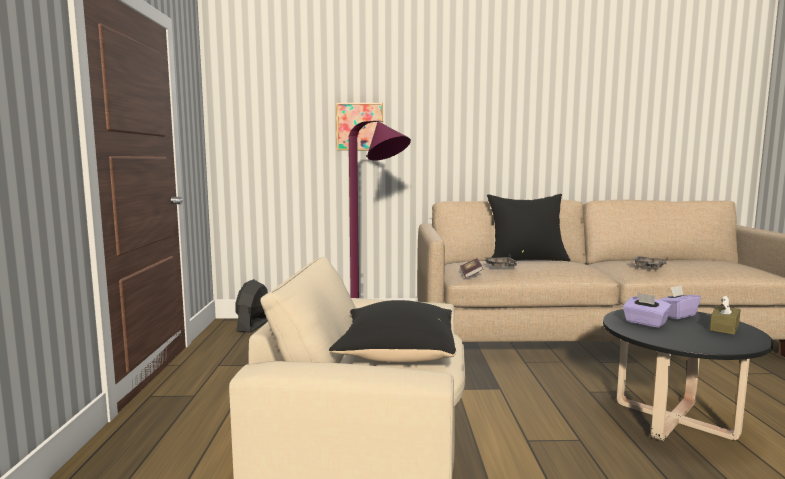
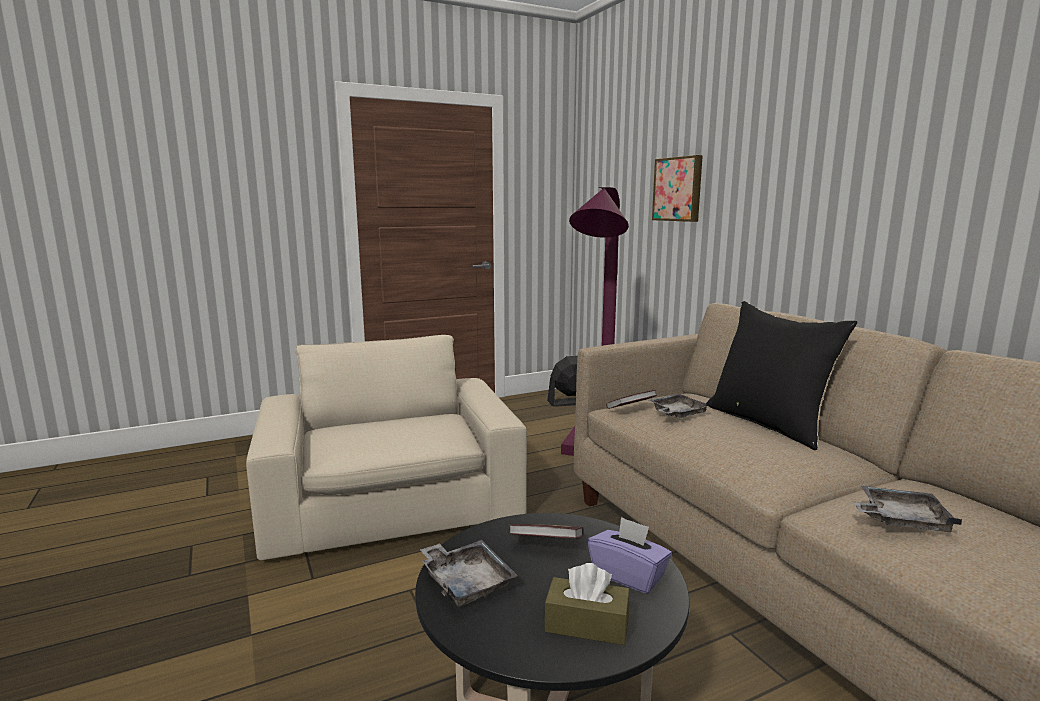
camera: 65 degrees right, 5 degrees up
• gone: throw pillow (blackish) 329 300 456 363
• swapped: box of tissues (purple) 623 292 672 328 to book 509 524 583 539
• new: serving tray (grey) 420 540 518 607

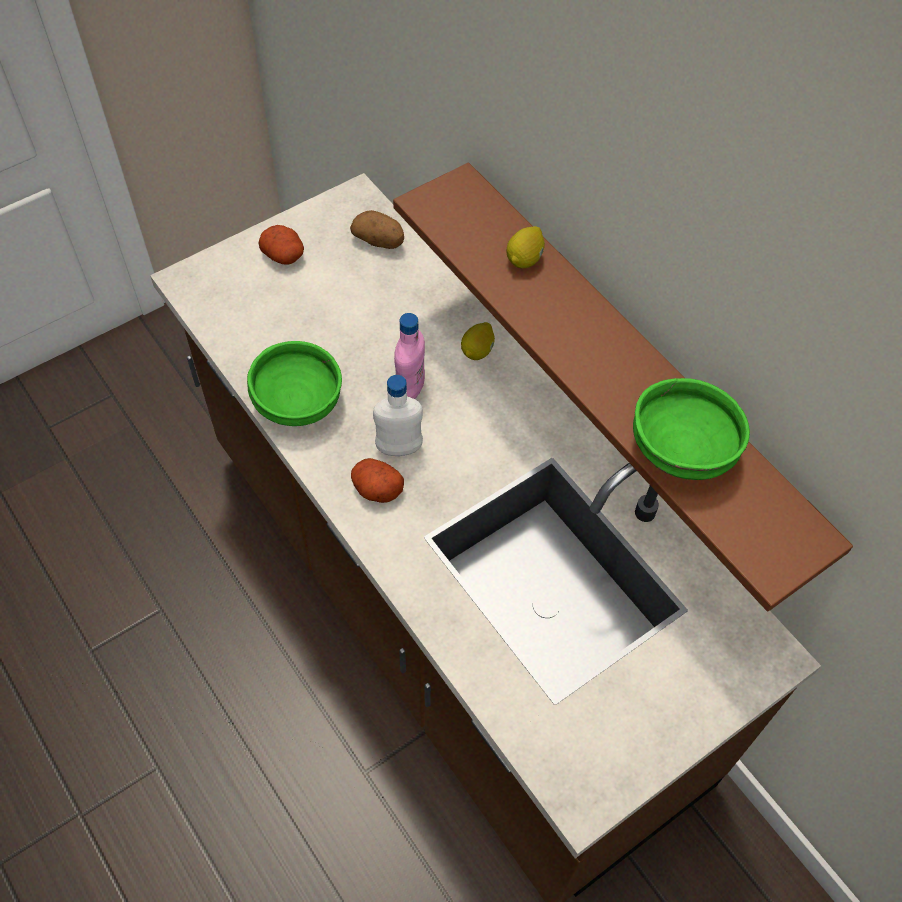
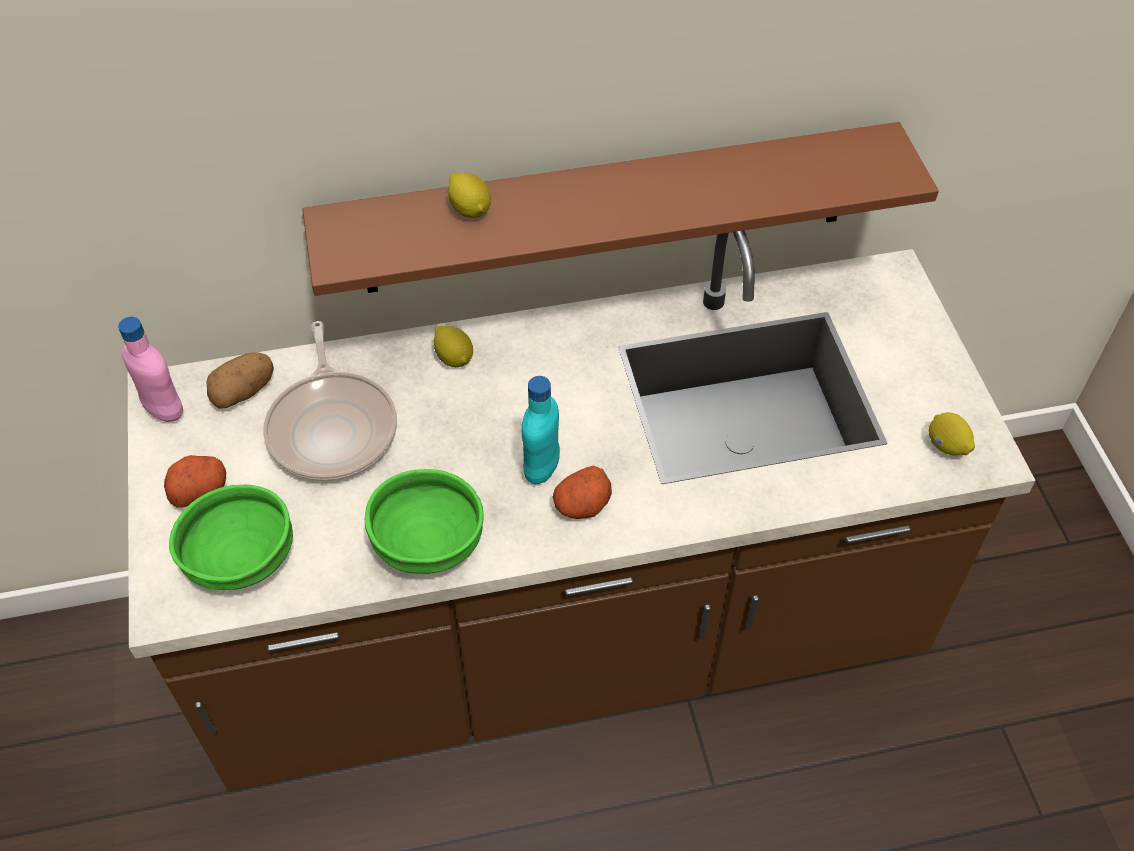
camera: 65 degrees left, 5 degrees down
• repainted: drink bottle (white-coloured) 373 375 423 456 to drink bottle (blue-green) 522 376 560 484
• shifted: drink bottle (pinkish) 394 313 425 399 to 118 317 183 422
• shifted: bowl (green) 633 378 750 480 to 169 484 293 590
• new: skillet 263 321 397 482
• new: lemon 929 412 975 455

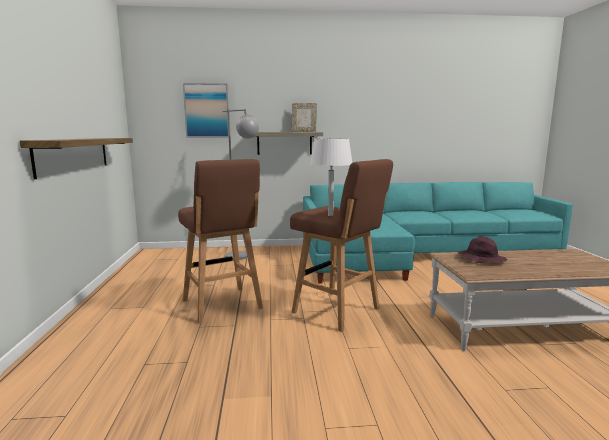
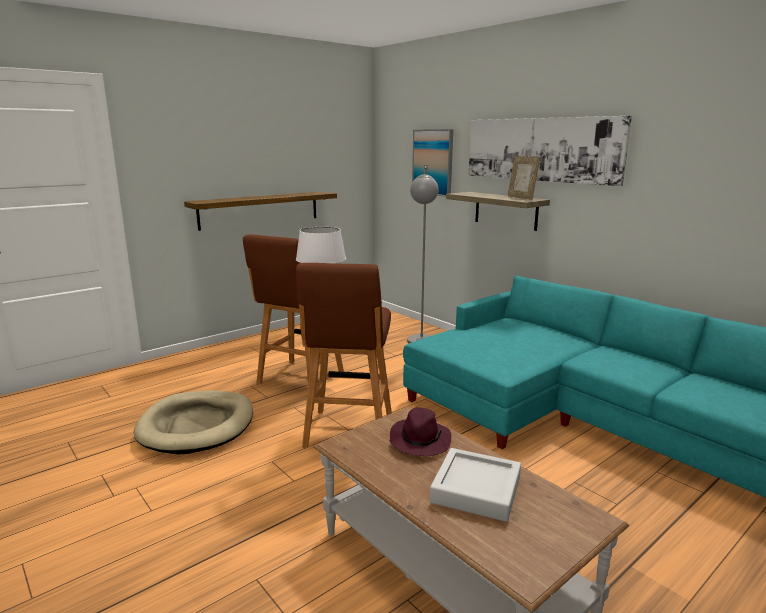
camera: 55 degrees right, 5 degrees up
• new: dog bed (beige-coloured) 134 390 253 454
• new: serving tray (grey) 430 448 521 522
• new: wall picture 469 116 632 186

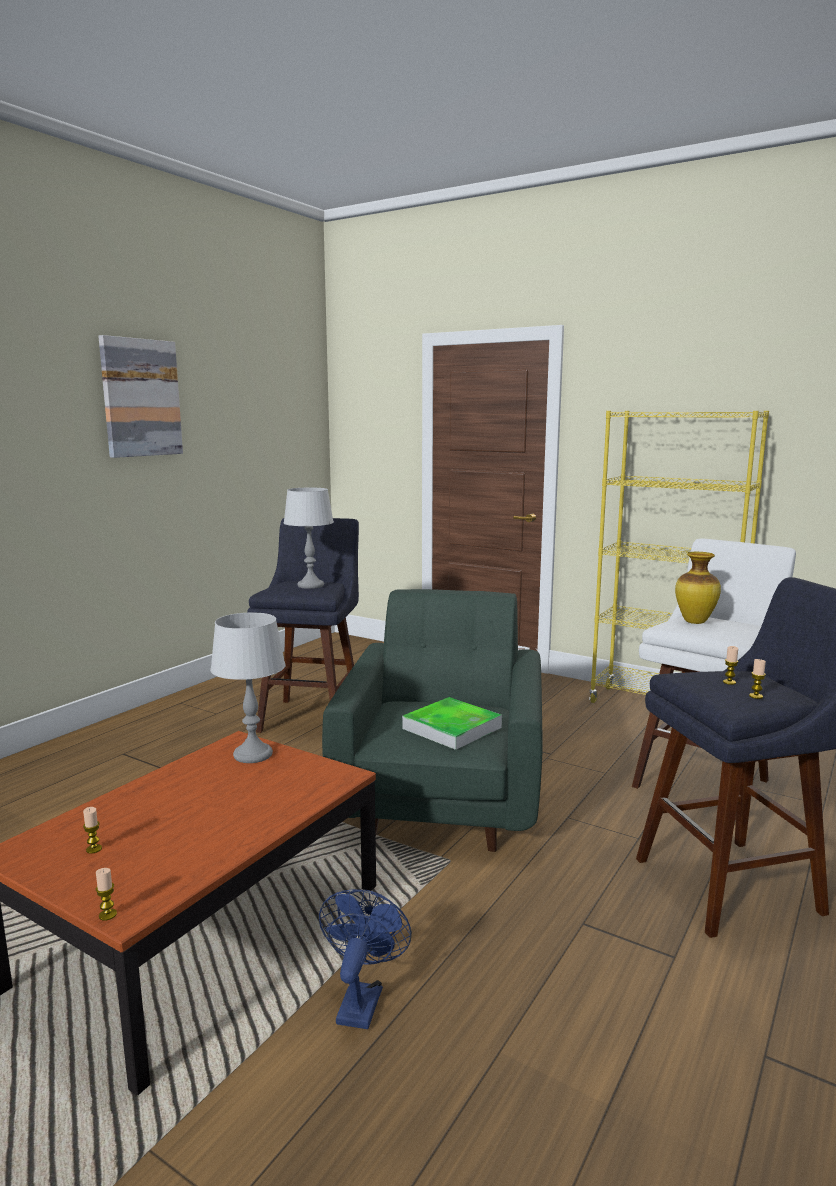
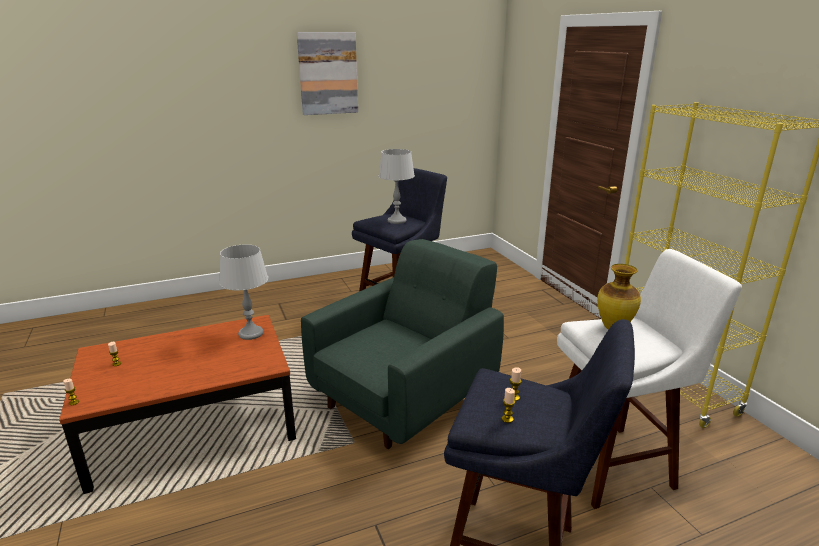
camera: 35 degrees right, 10 degrees up
• gone: fan (bluish) 319 889 412 1029
• gone: serving tray 402 697 502 750

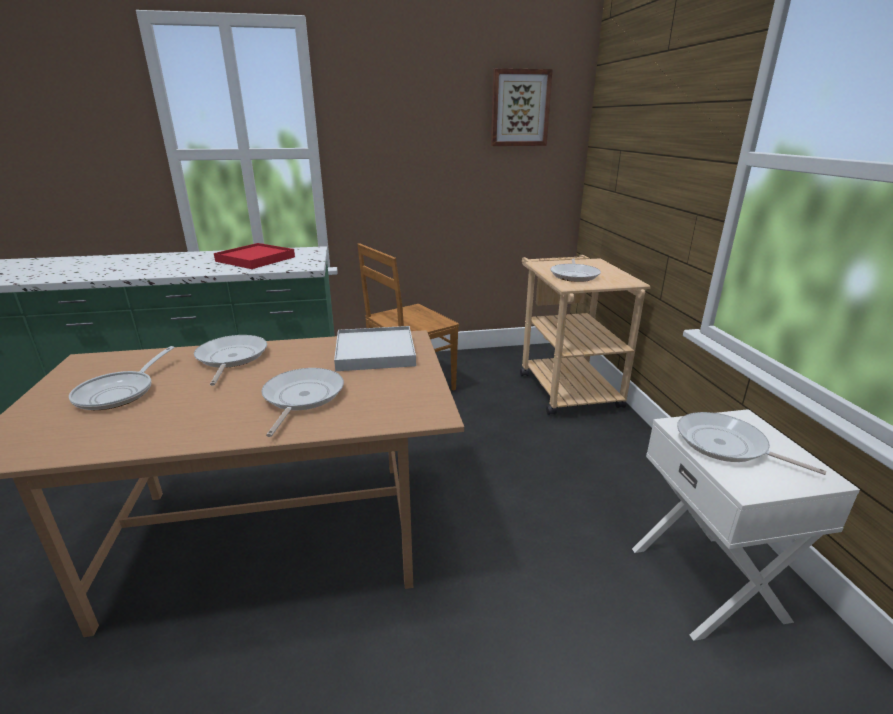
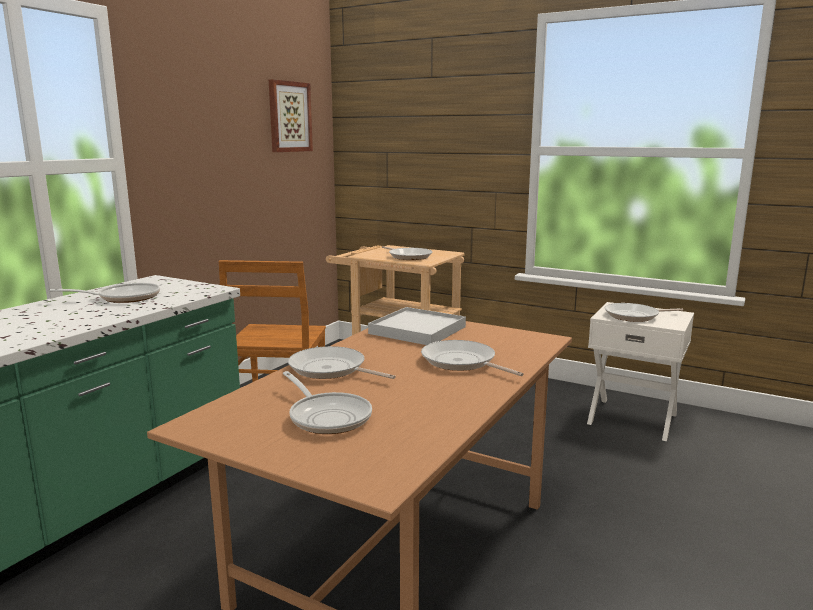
camera: 50 degrees left, 10 degrees down
• swapped: serving tray (red) 214 243 295 269 to skillet 50 283 160 303

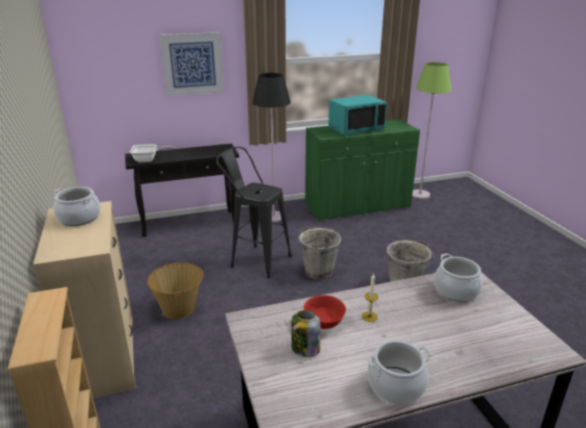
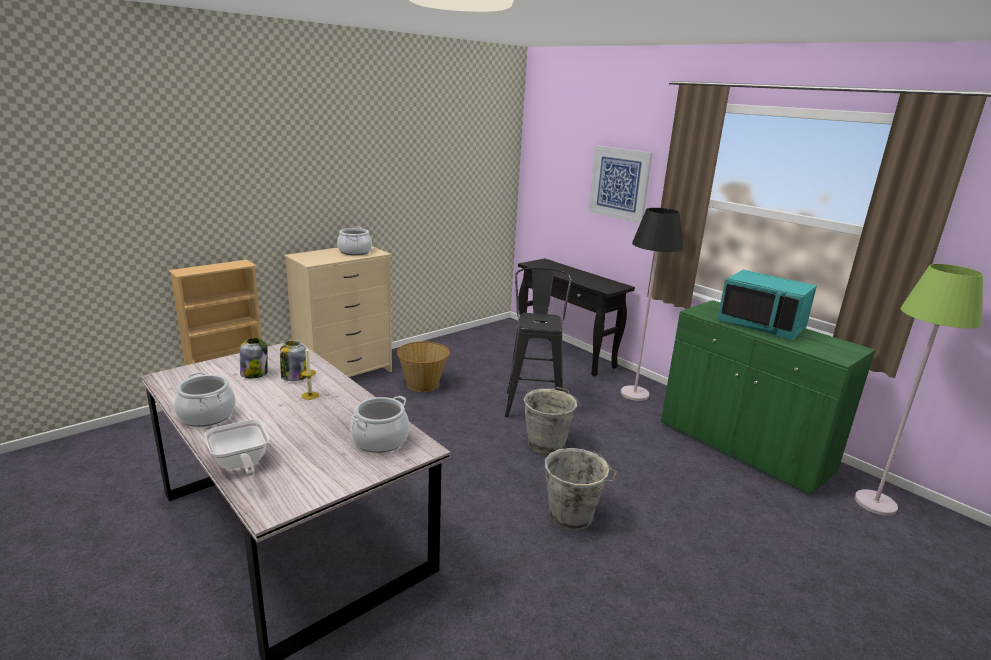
camera: 65 degrees right, 5 degrees down
• shifted: skillet 130 144 175 162 to 205 419 269 476
• swapped: bowl (red) 303 295 346 329 to storage jar 280 341 307 381

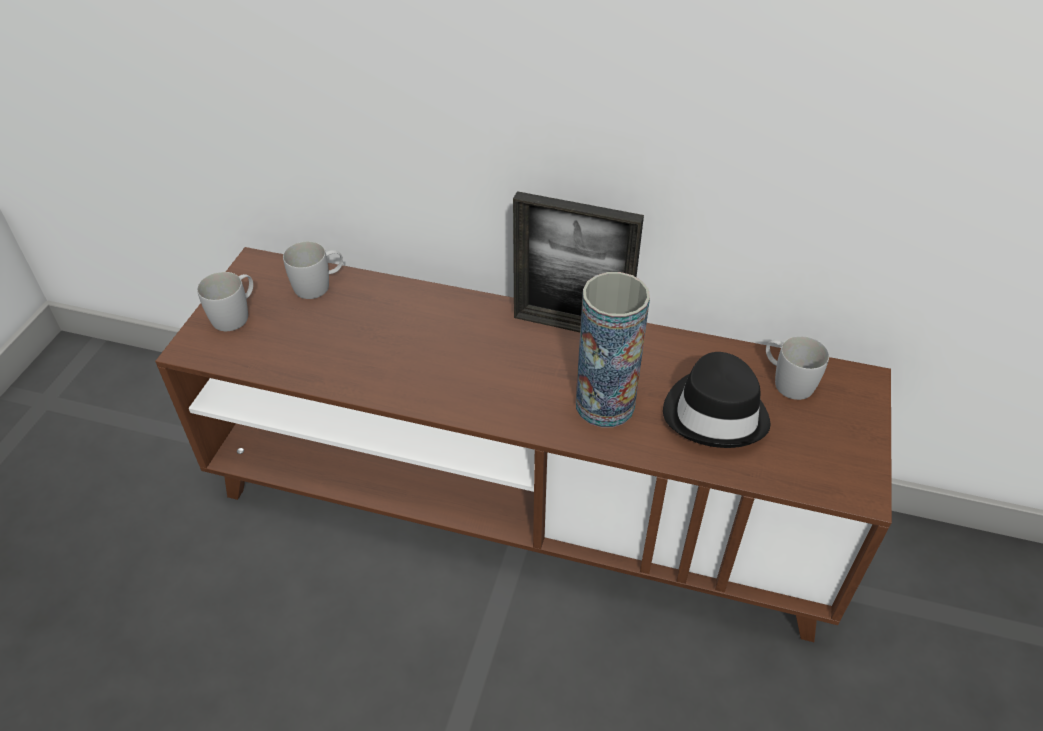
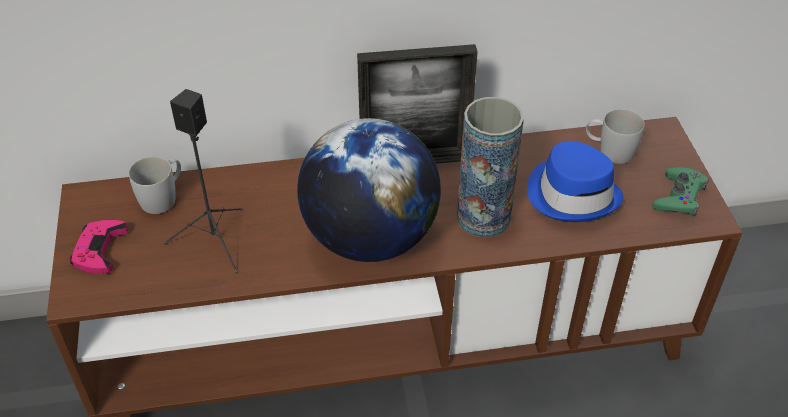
camera: 25 degrees left, 0 degrees up
• swapped: tea mug (white-coloured) 197 272 253 331 to gamepad (pinkish) 70 220 128 274
• repainted: clothing hat (blackish) 663 352 770 448 to clothing hat (bluish) 527 141 623 222
• new: loudspeaker (blackish) 164 89 243 274
• new: world globe 297 118 441 262
• new: gamepad (green) 652 167 709 216

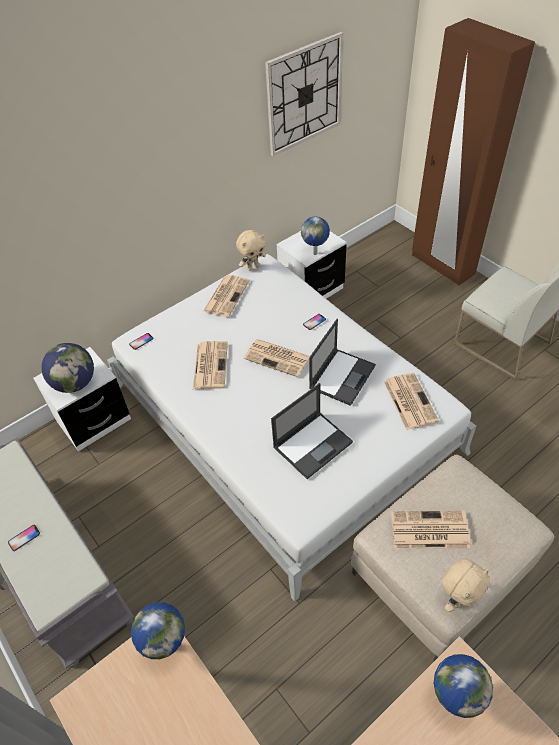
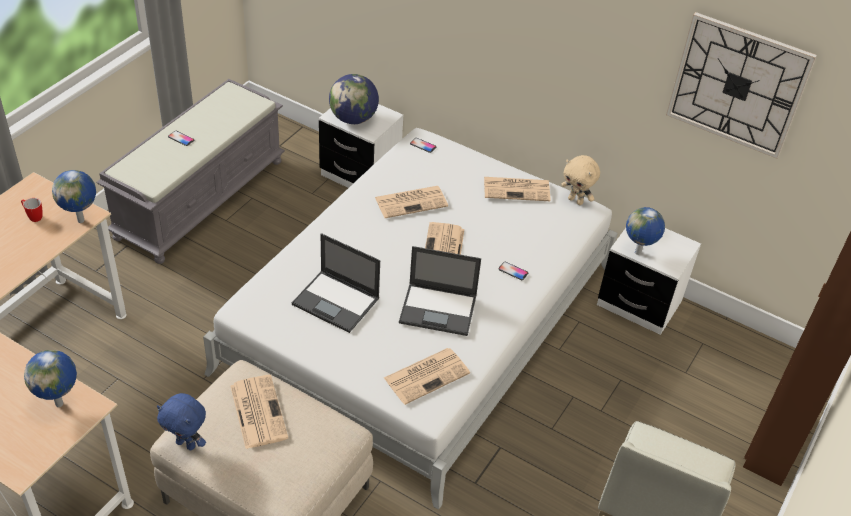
camera: 65 degrees right, 5 degrees down
• repainted: soft toy (beige-coloured) 442 558 490 612 to soft toy (bluish) 157 393 206 450
• new: tea mug 21 198 43 222

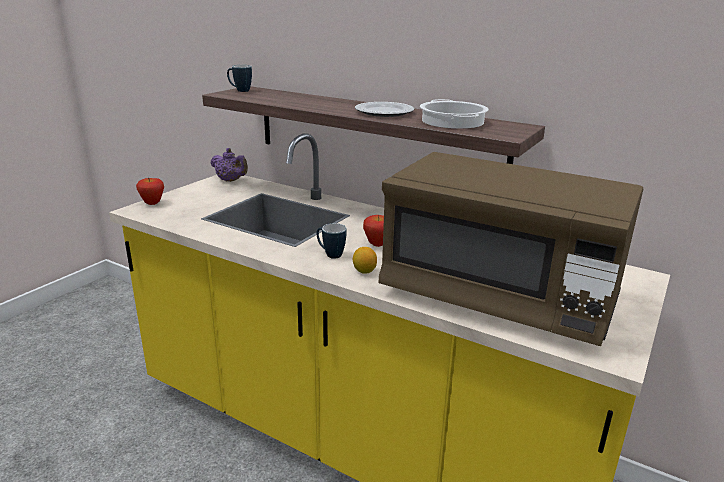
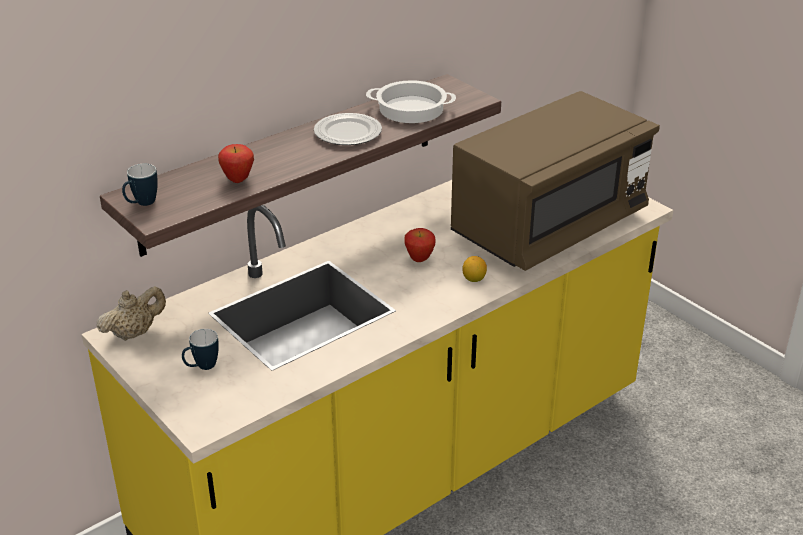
camera: 70 degrees left, 10 degrees up
• shifted: apple 136 178 164 205 to 218 144 254 183
• repainted: teapot (purple) 211 148 248 182 to teapot (beige-coloured) 96 286 166 341
• shifted: tea mug 316 223 347 259 to 182 329 219 370

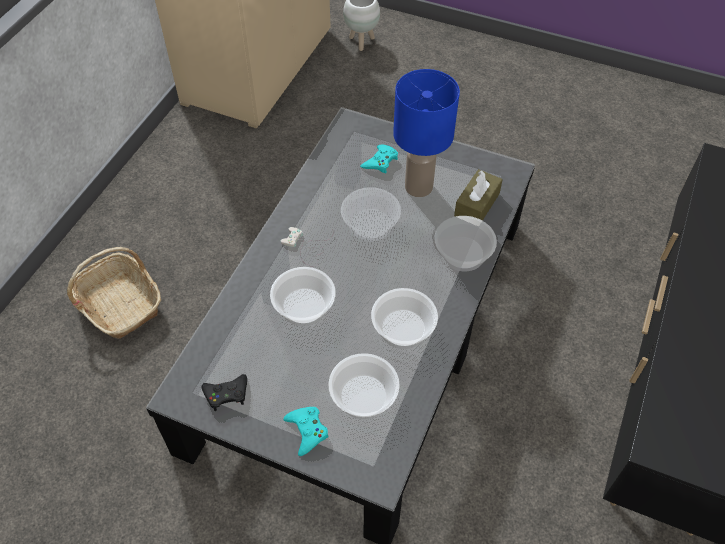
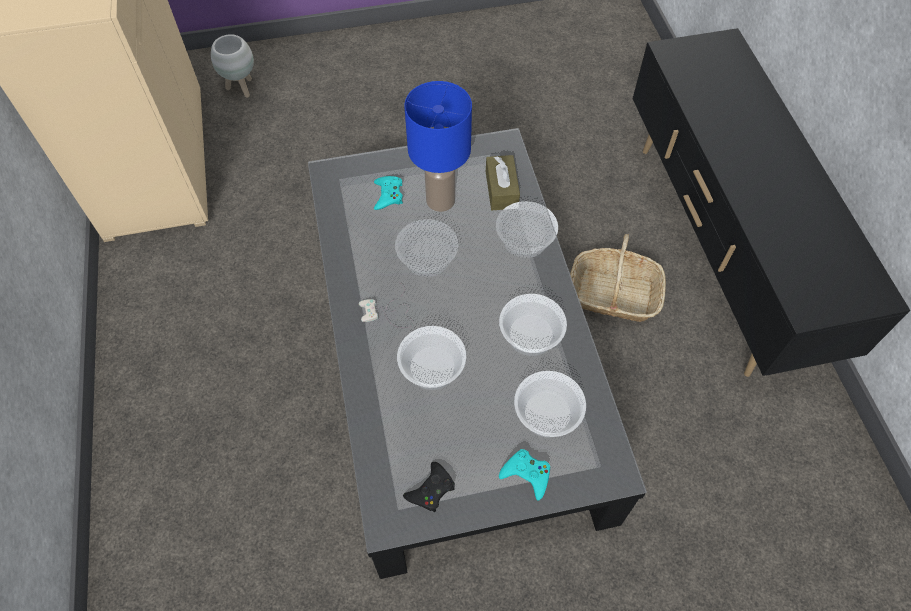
camera: 35 degrees left, 5 degrees up
• shifted: household basket 67 247 161 339 to 570 234 666 322

